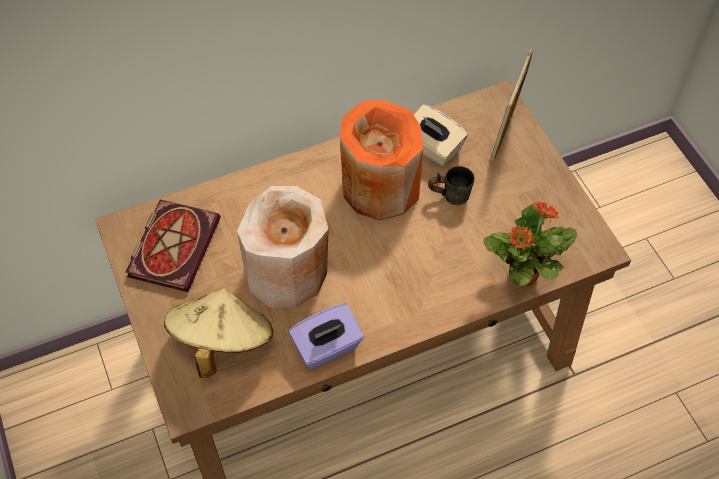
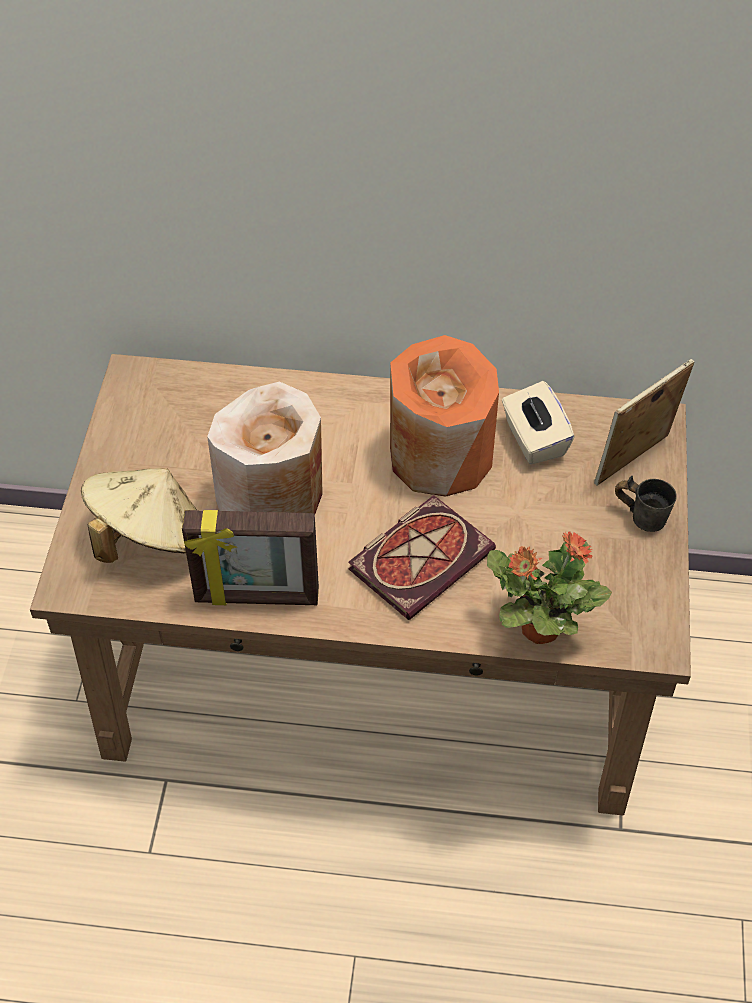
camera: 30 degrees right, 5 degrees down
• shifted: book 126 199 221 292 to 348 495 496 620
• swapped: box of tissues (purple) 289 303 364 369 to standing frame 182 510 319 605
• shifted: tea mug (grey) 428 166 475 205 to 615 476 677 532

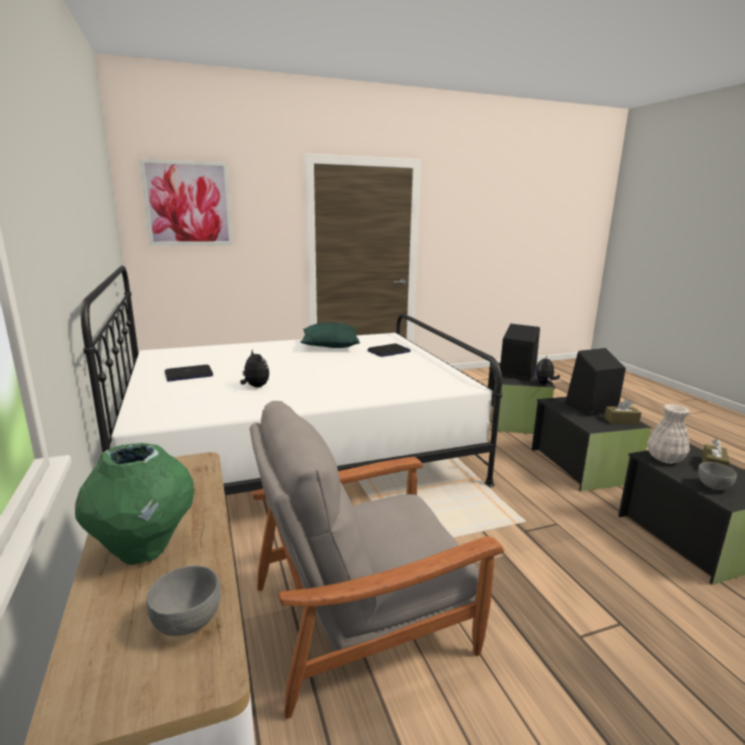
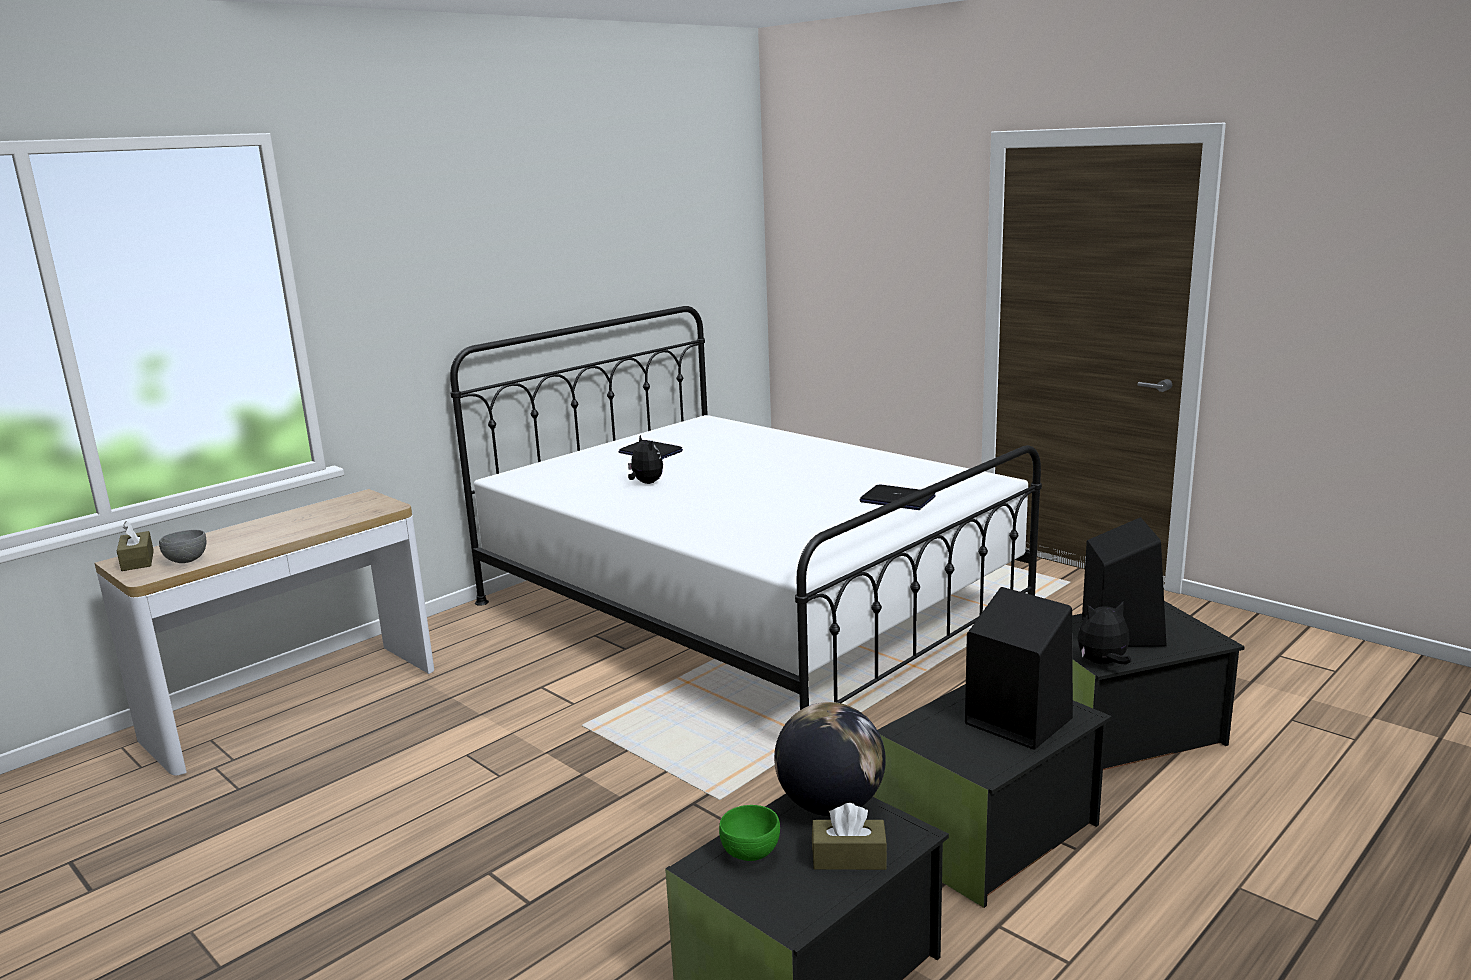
camera: 65 degrees right, 0 degrees up
• gone: decorative vase (green) 75 443 194 565
• gone: wall picture 139 159 233 246
• rotated: soft toy 240 350 269 387 = 628 435 663 484 60 degrees counterclockwise
• gone: armchair (grey) 250 401 504 719
• gone: throw pillow (green) 300 322 360 348
• shifted: box of tissues (brown) 604 399 641 424 to 117 521 154 571
• swapped: decorative vase (white-coloured) 647 404 690 464 to world globe 774 702 886 816
• repainted: bowl (grey) 698 462 737 490 to bowl (green) 719 805 780 861

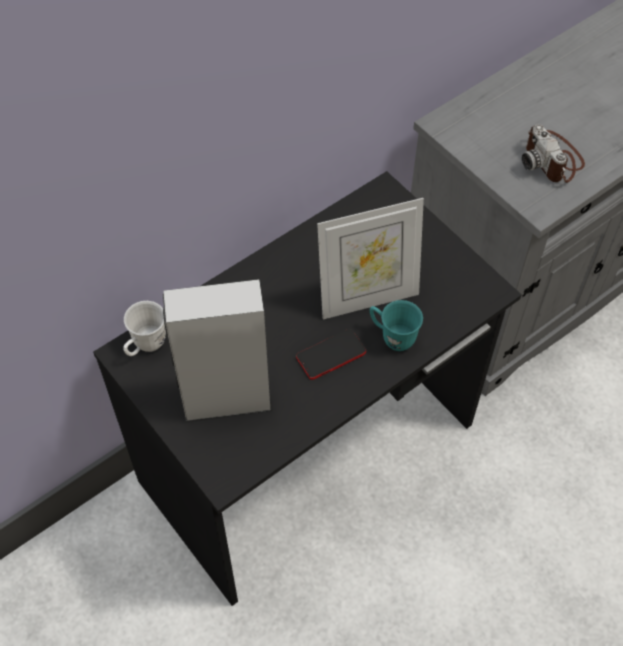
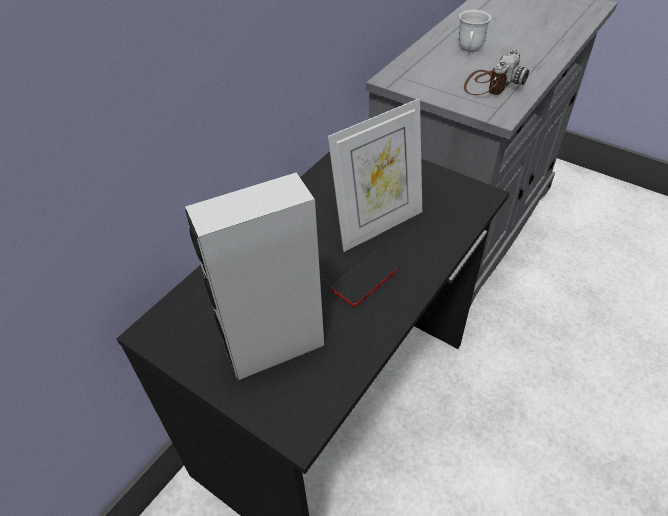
camera: 15 degrees left, 10 degrees down
• shifted: tea mug (white-coloured) 123 301 166 356 to 459 10 491 53
• gone: tea mug (blue-green) 370 300 423 351
• rotated: photo camera 522 124 585 183 = 464 50 529 95 105 degrees counterclockwise

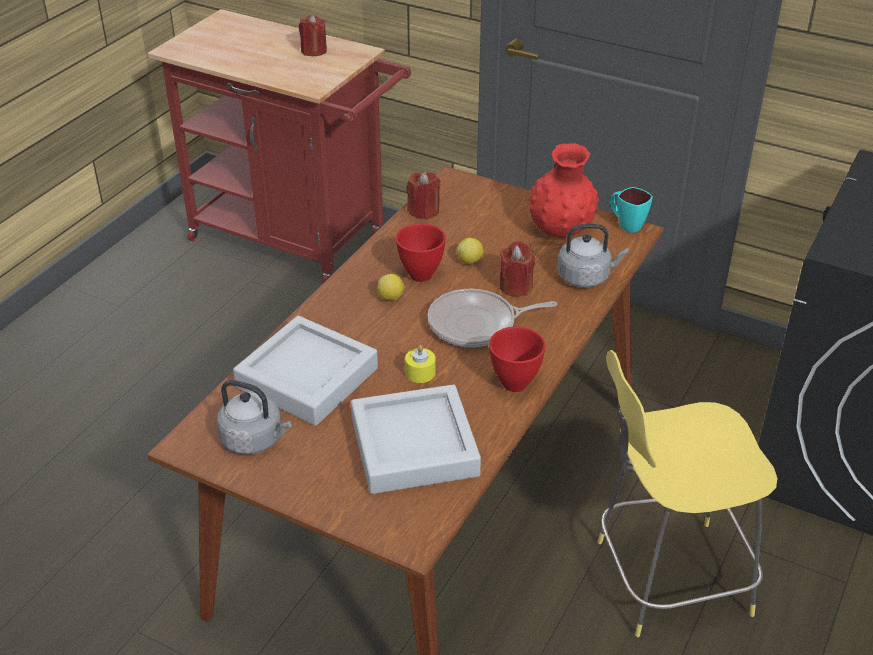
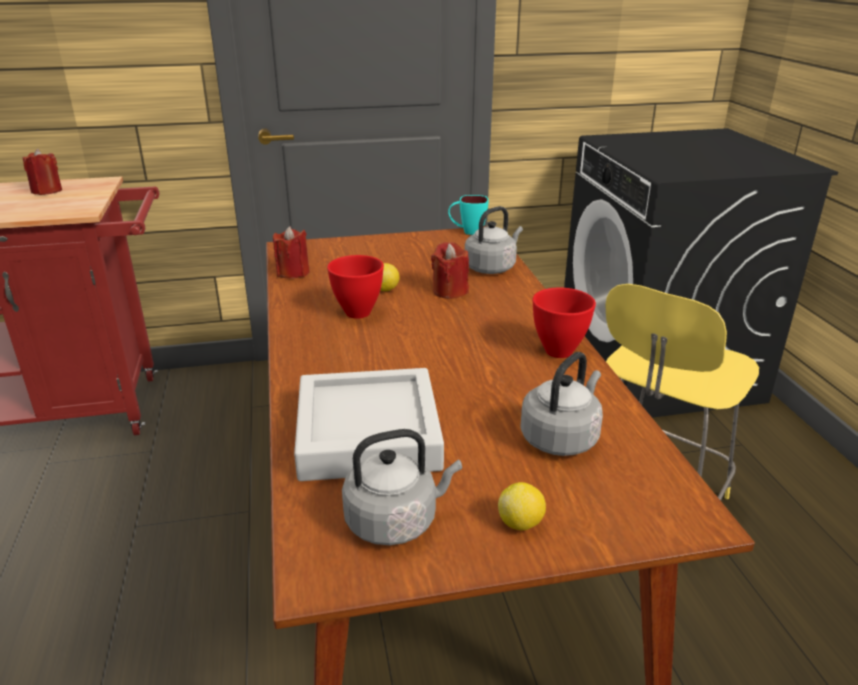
camera: 40 degrees left, 10 degrees down
• swapped: serving tray (grey) 351 385 481 494 to kettle (grey) 520 352 603 456
• shifted: lemon 377 274 404 301 to 498 482 546 530
• gone: wax light (yellowish) 405 345 435 383
• gone: skillet 428 289 557 347
• gone: decorative vase (red) 529 143 599 238

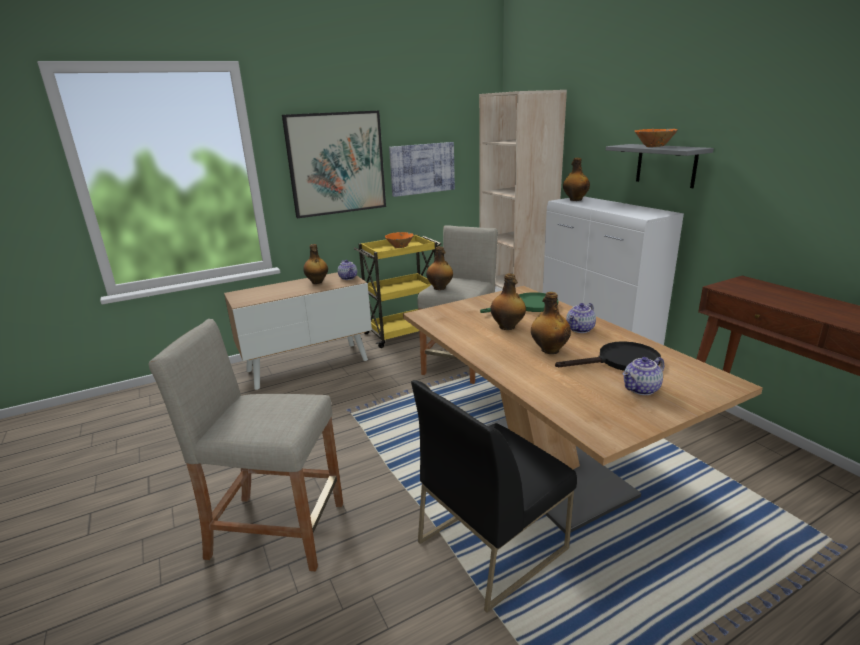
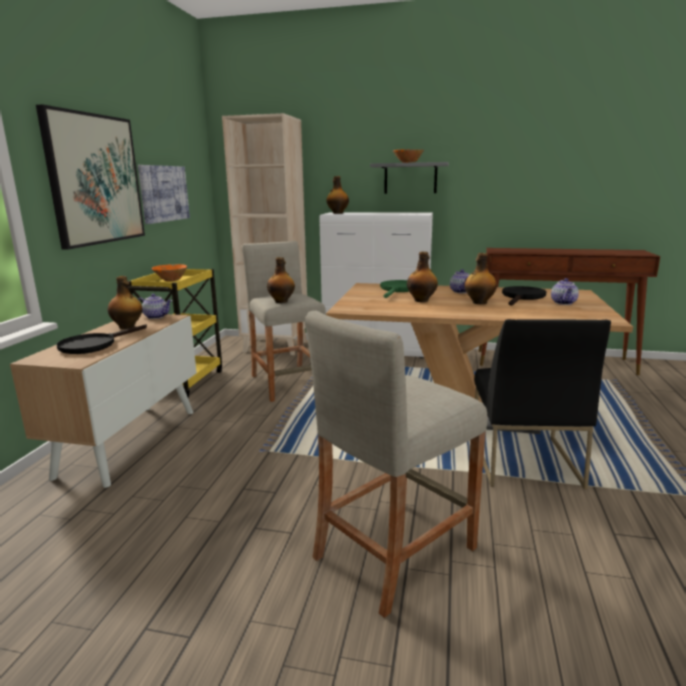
camera: 50 degrees left, 5 degrees down
• new: skillet (blackish) 57 325 147 354

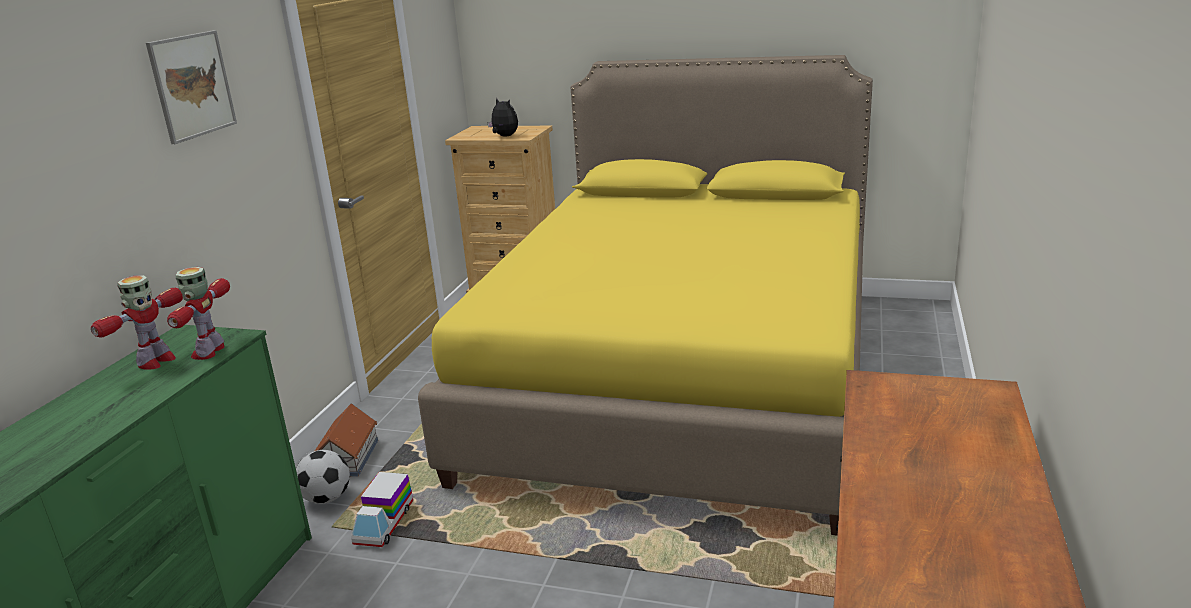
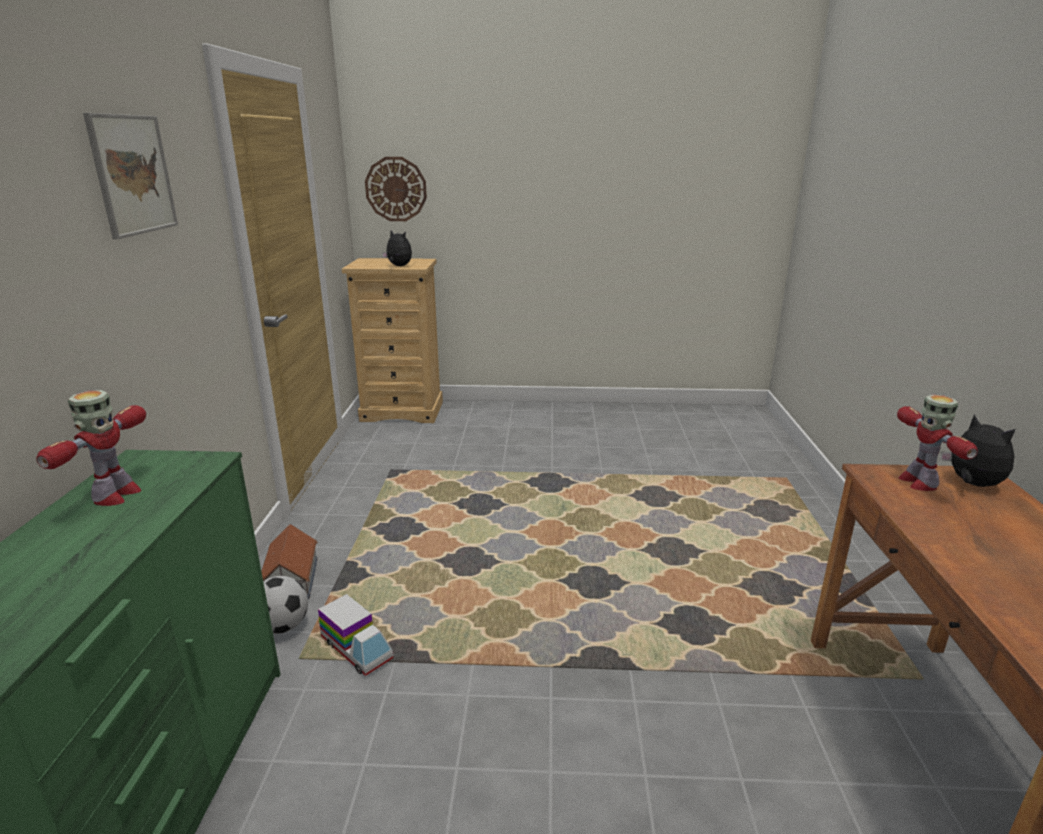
camera: 15 degrees left, 0 degrees up
• shifted: model robot 167 267 230 360 to 897 395 978 491
• rotated: toy lorry 351 472 413 547 = 318 594 394 676 45 degrees counterclockwise
• gone: bed (yellowish) 418 55 873 535
• new: wall clock 365 157 427 221
• new: soft toy 940 414 1016 487

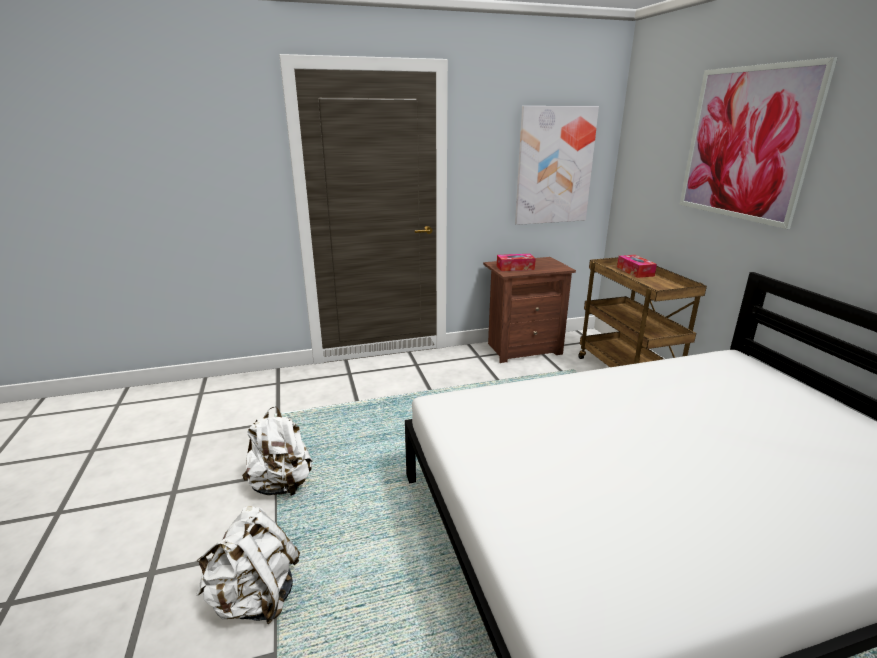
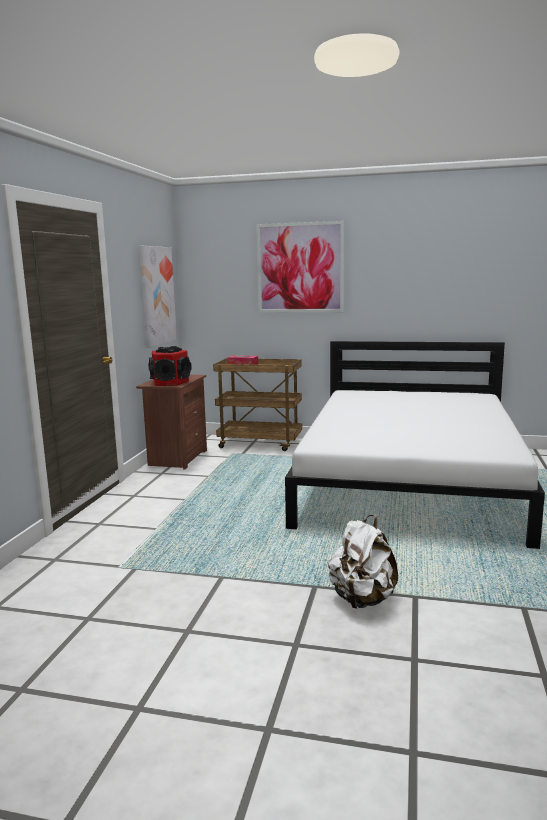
camera: 60 degrees left, 10 degrees down
• gone: backpack (white-coloured) 242 406 313 496
• swapped: box of tissues 497 254 536 271 to loudspeaker 148 346 192 386

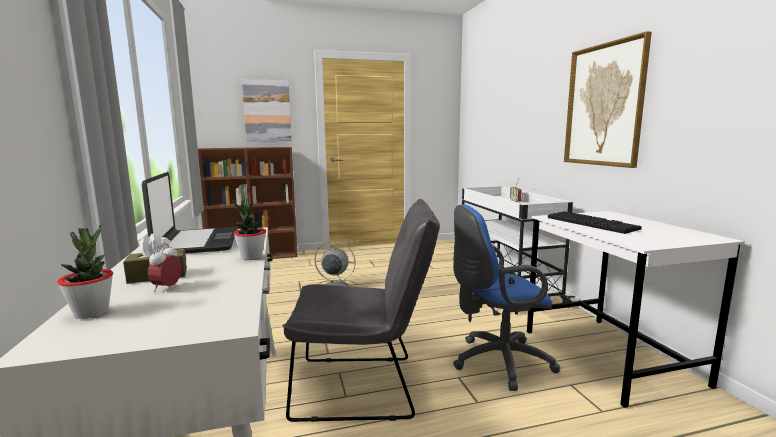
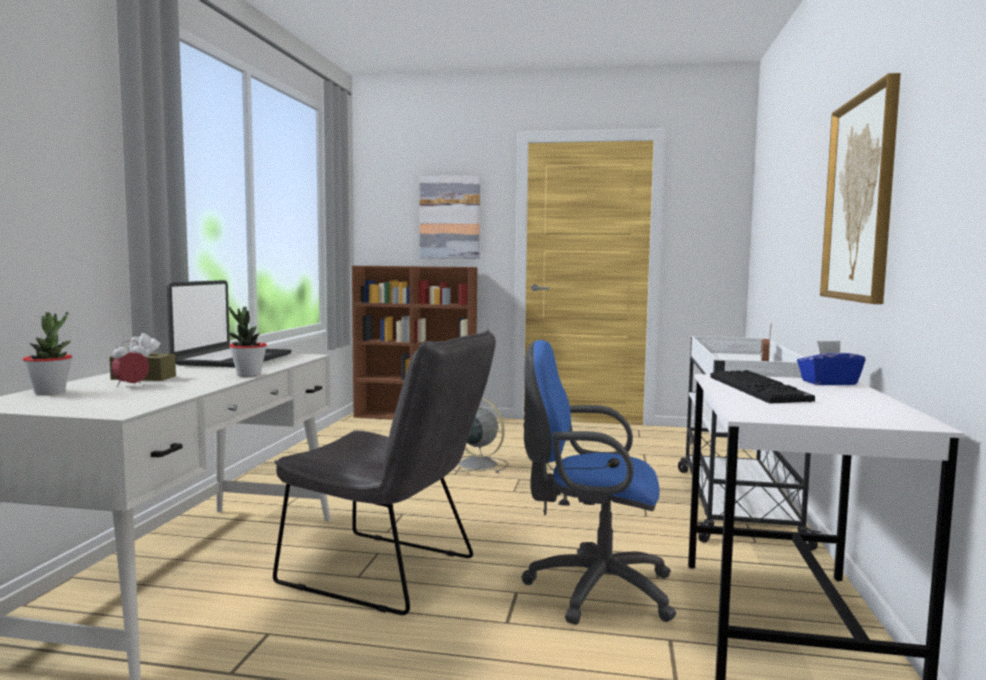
camera: 25 degrees right, 5 degrees down
• new: box of tissues (bluish) 797 341 865 385

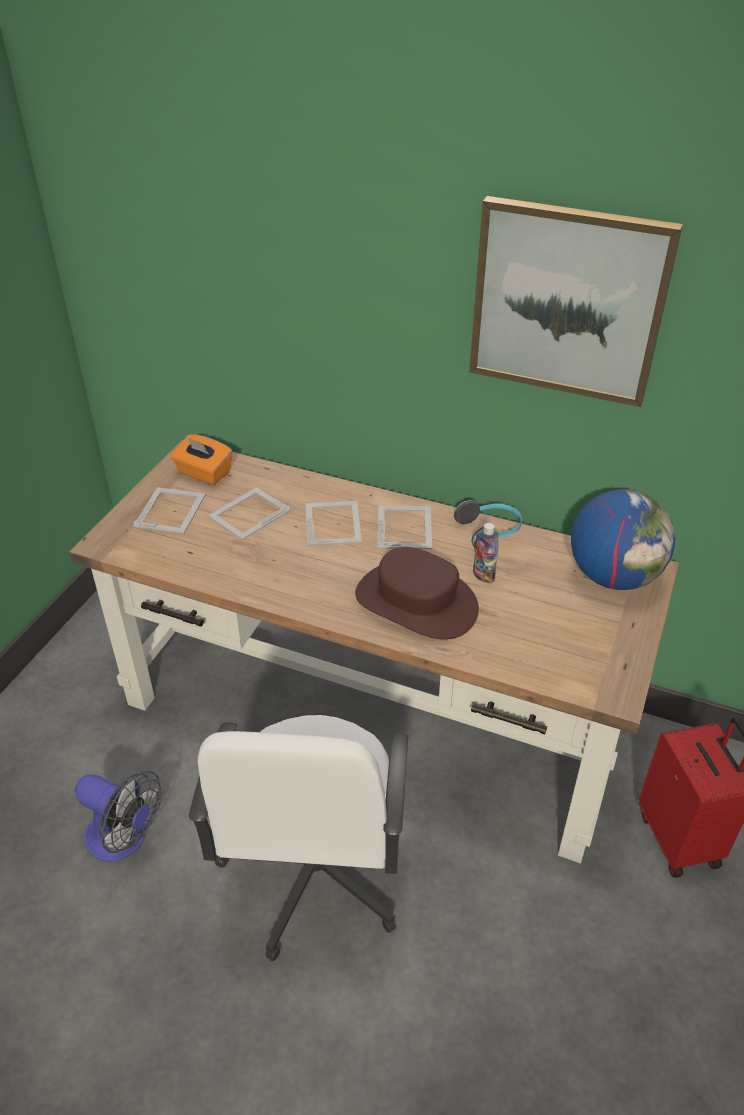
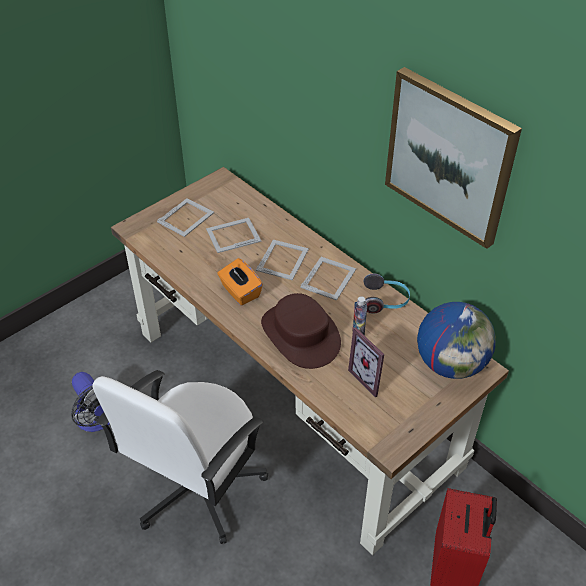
camera: 25 degrees right, 5 degrees up
• shifted: box of tissues (orangey) 171 434 233 485 to 217 258 263 306
• new: standing frame 348 327 384 398

